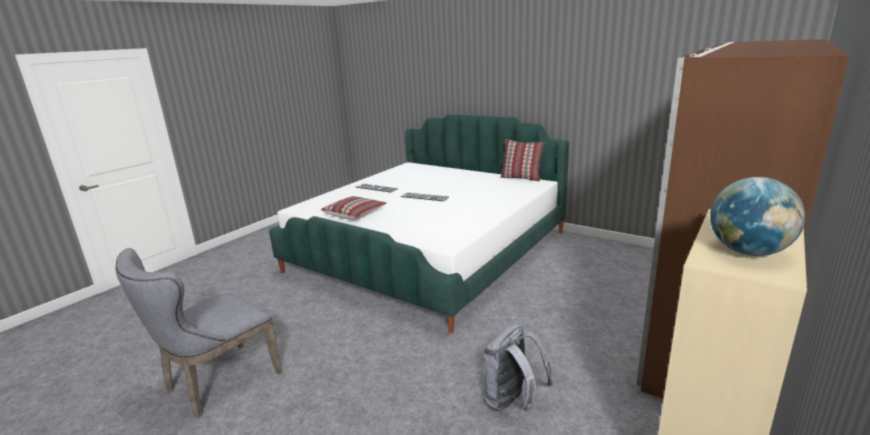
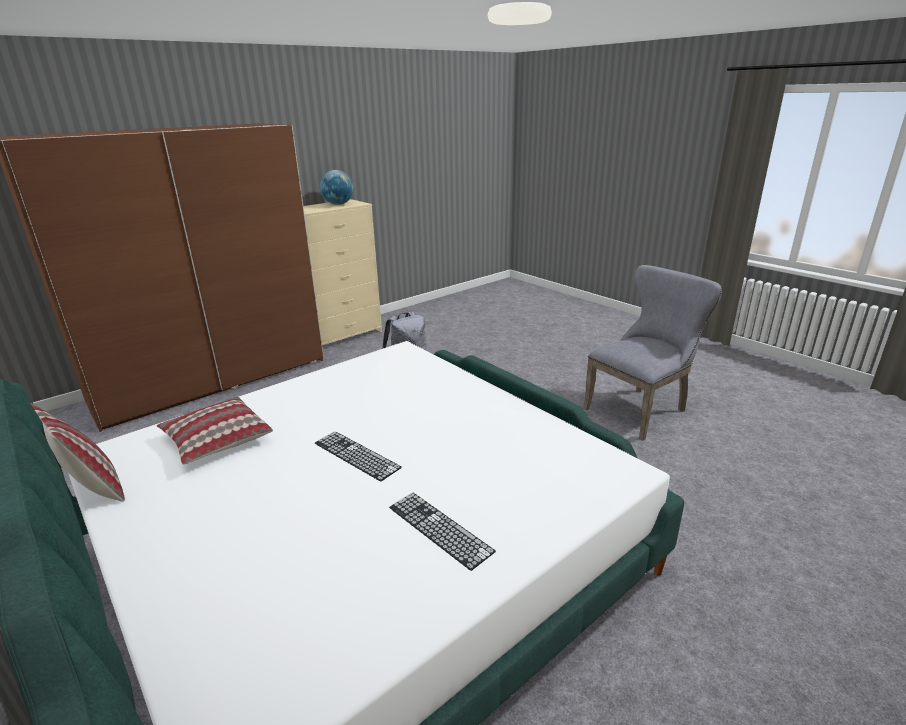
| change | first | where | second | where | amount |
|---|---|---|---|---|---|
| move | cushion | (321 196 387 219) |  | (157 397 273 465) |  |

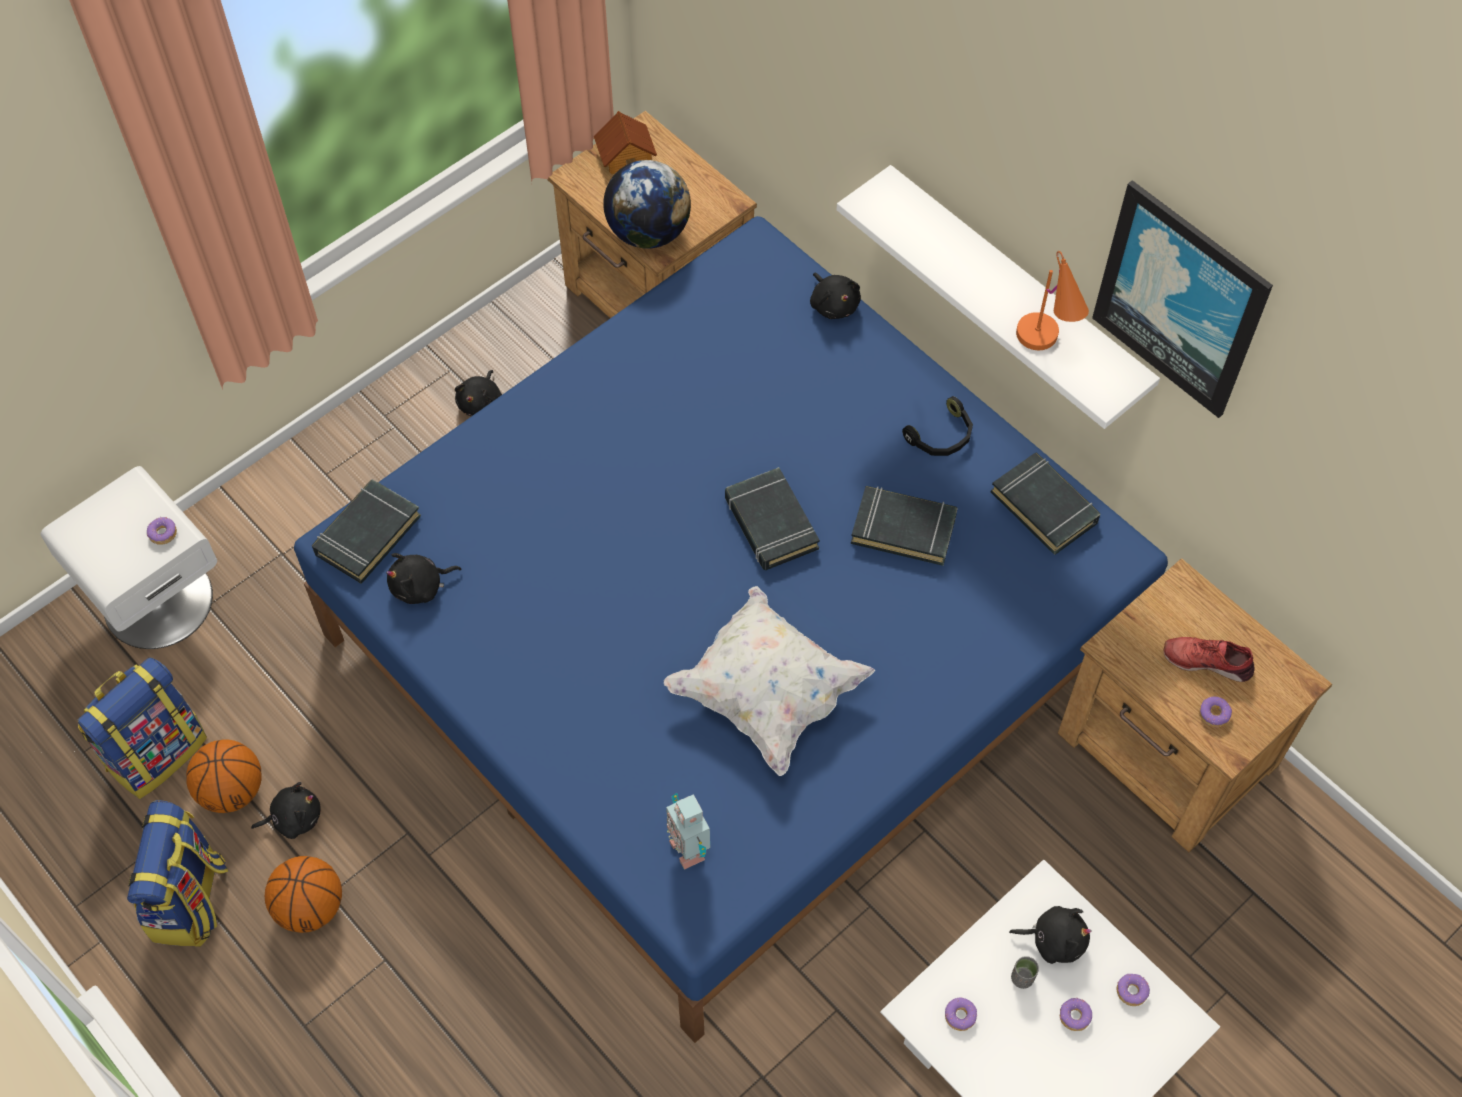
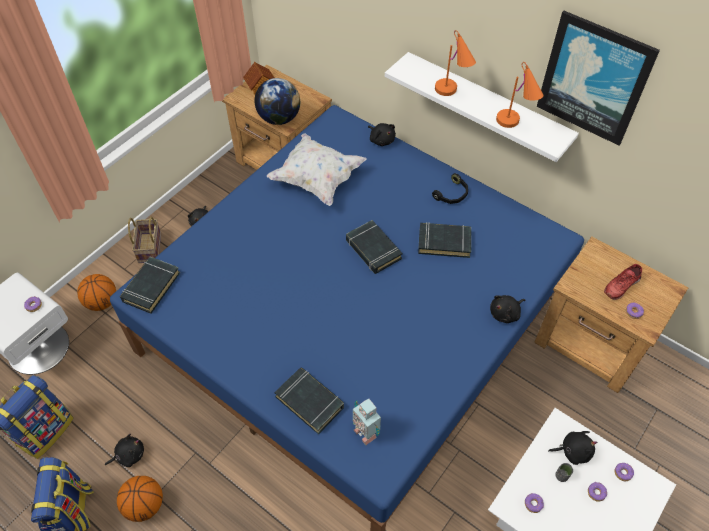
| change | first | where | second | where | amount |
|---|---|---|---|---|---|
| insert |  |  | basket | (128 217 161 263) |  |
| insert |  |  | orangey table lamp | (435 30 476 96) |  |
| move | ball for basketball | (186 739 262 813) |  | (77 274 116 311) |  |
| move | black soft toy | (386 553 461 604) |  | (490 295 526 323) |  |
| move | white cushion | (664 586 875 776) |  | (267 133 367 206) |  |
| move | black volume | (991 453 1101 555) |  | (274 368 344 434) |  |
| rotate | reddish shoe | (1163 637 1255 682) |  | (604 264 642 300) | 45 degrees counterclockwise |

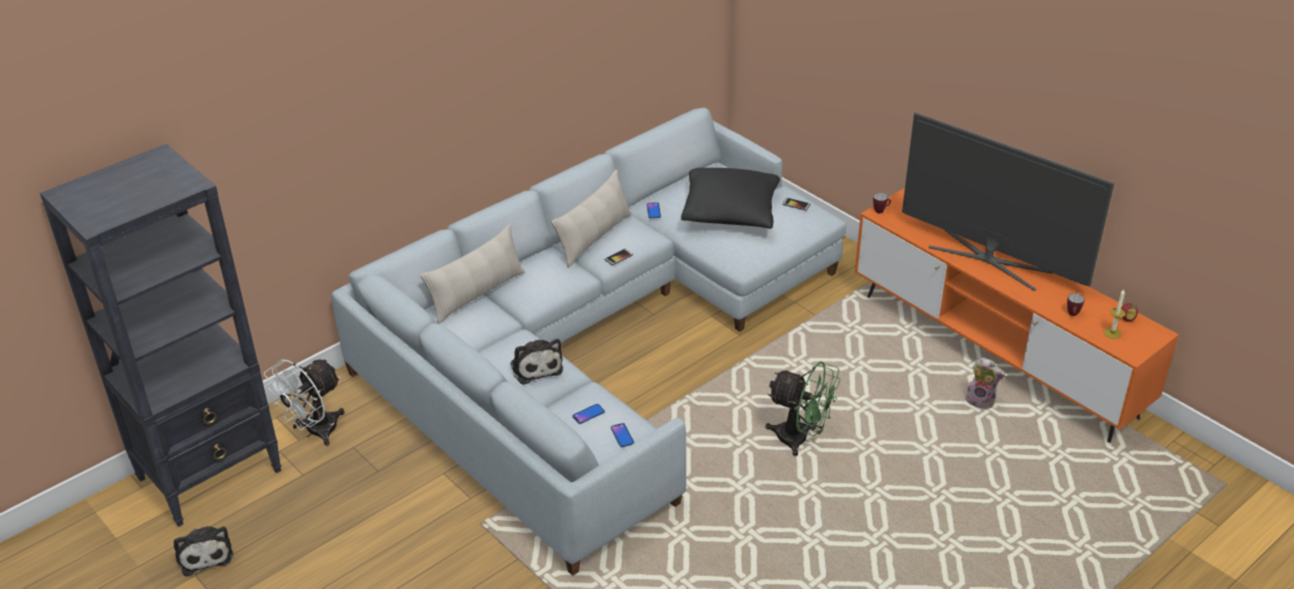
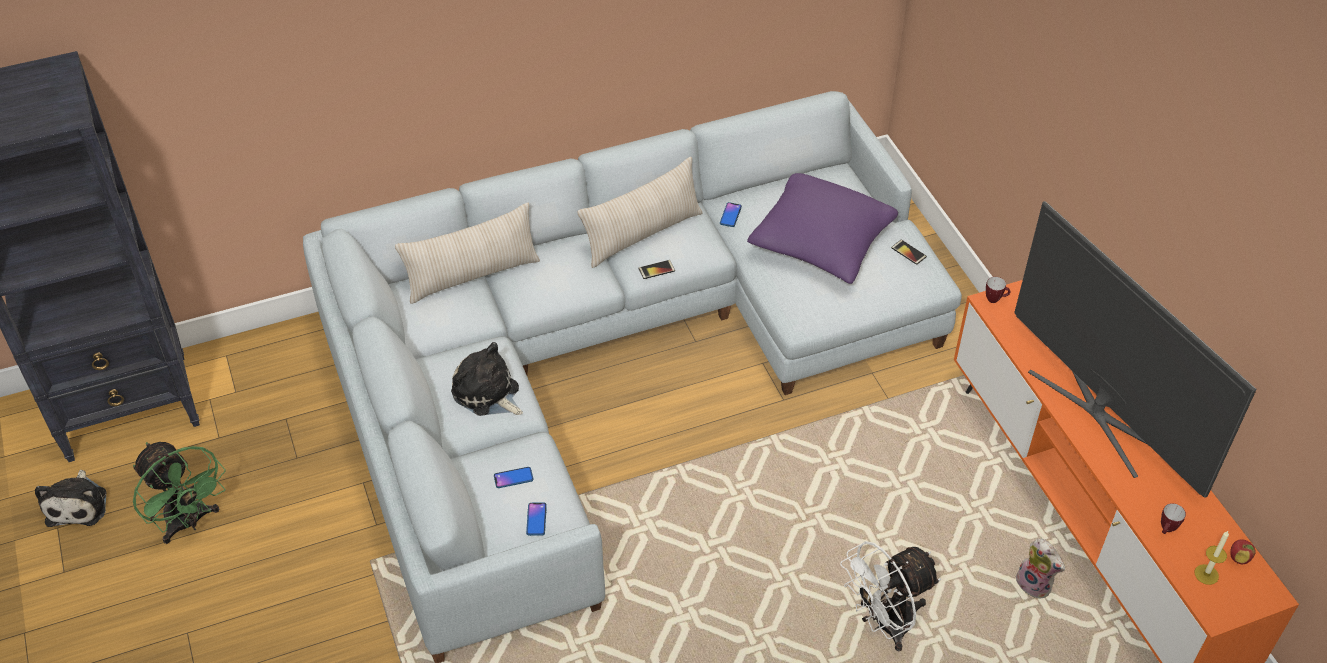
| change | first | where | second | where | amount |
|---|---|---|---|---|---|
| move | white fan | (264 359 345 446) |  | (840 541 941 652) |  |
| move | greenish fan | (765 361 841 456) |  | (133 442 226 544) |  |
| recolor | black cushion | (681 168 780 229) | purple-coloured cushion | (747 173 898 284) |  |
| rotate | soft toy | (510 339 563 385) |  | (451 342 523 416) | 135 degrees clockwise |

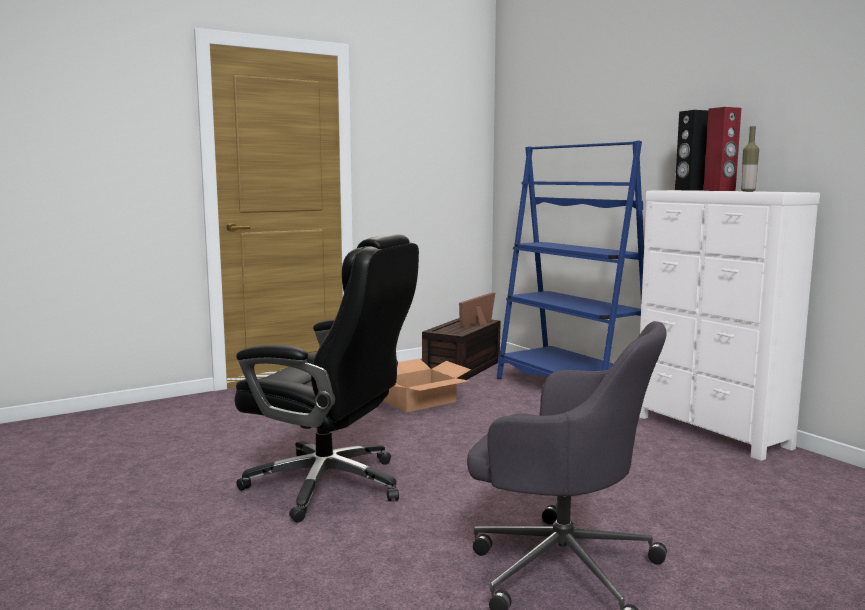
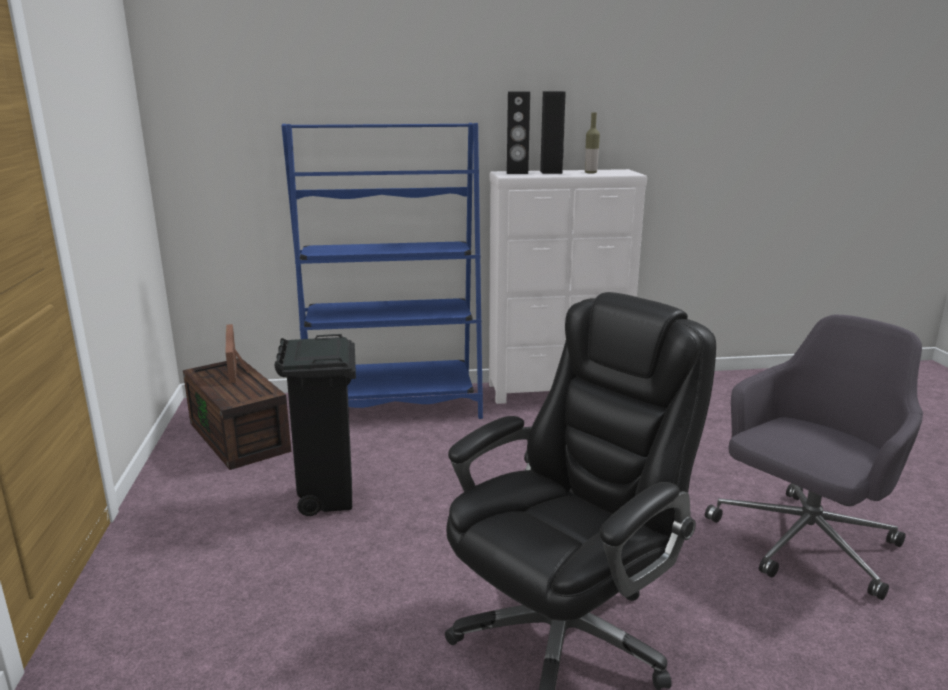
| change | first | where | second | where | amount |
|---|---|---|---|---|---|
| replace | packing box | (383 358 471 412) | black rubbish bin | (274 334 356 516) |  |
| recolor | reddish audio speaker | (703 107 741 191) | black audio speaker | (540 91 566 174) |  |

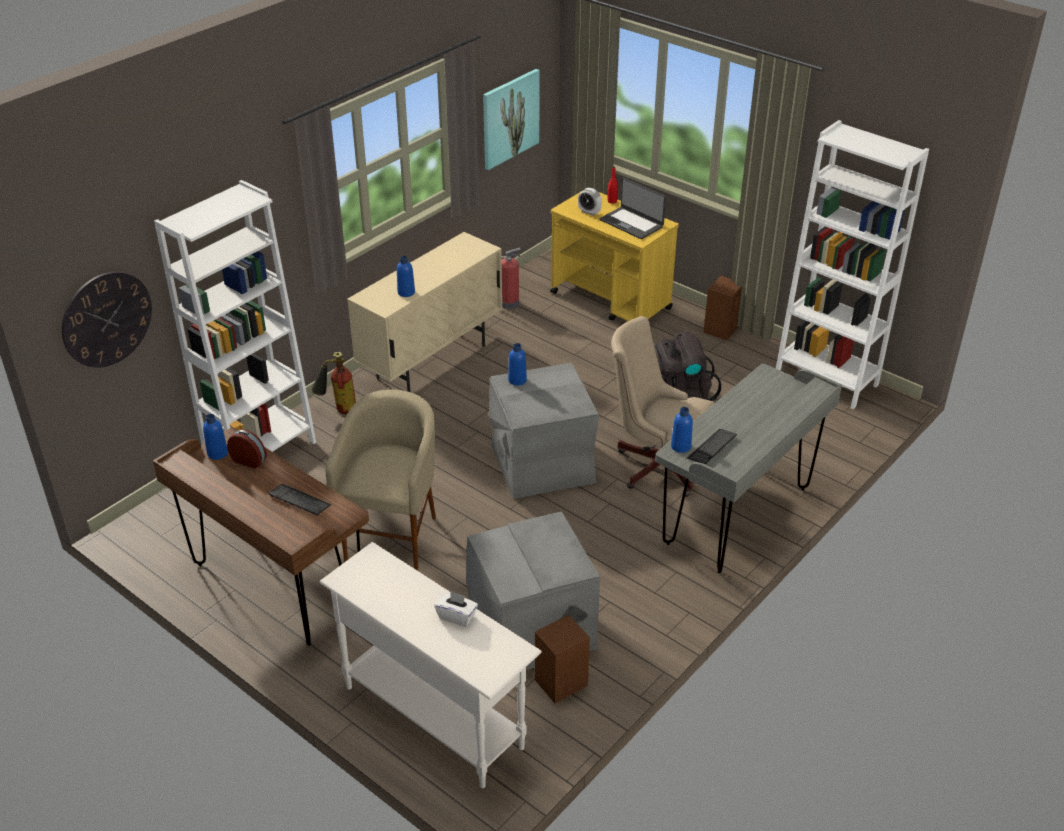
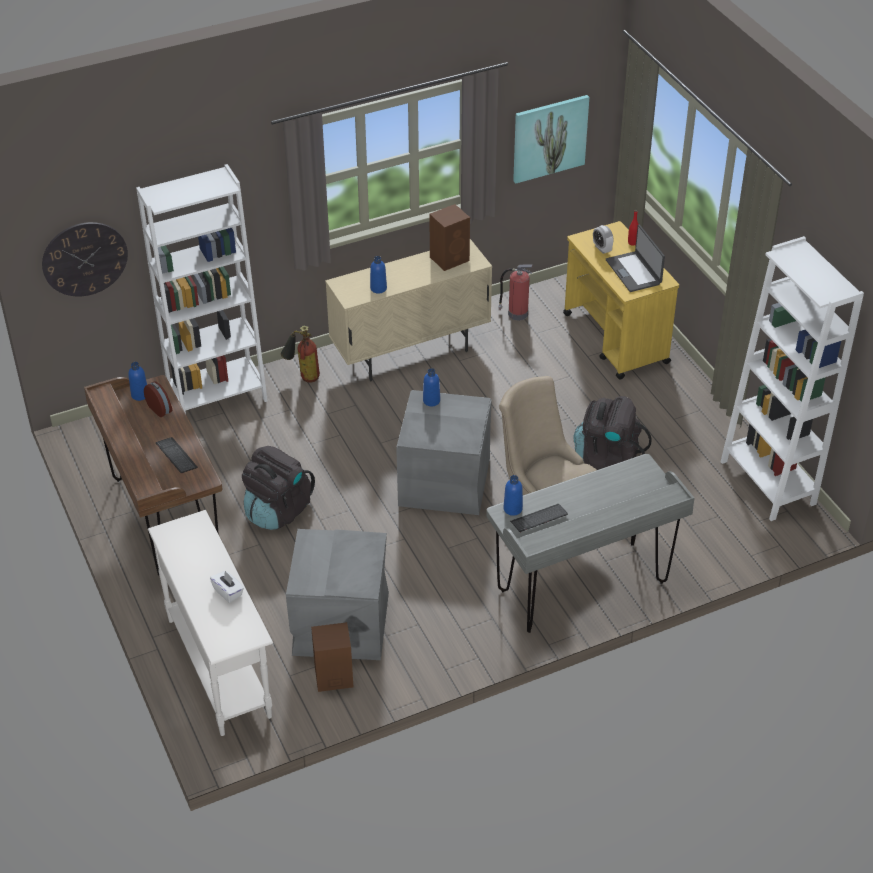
| change | first | where | second | where | amount |
|---|---|---|---|---|---|
| move | brownish audio speaker | (703 276 742 340) |  | (429 204 470 271) |  |
| replace | beige-coloured sitting stool | (326 389 436 571) | black backpack | (242 446 315 530) |  |

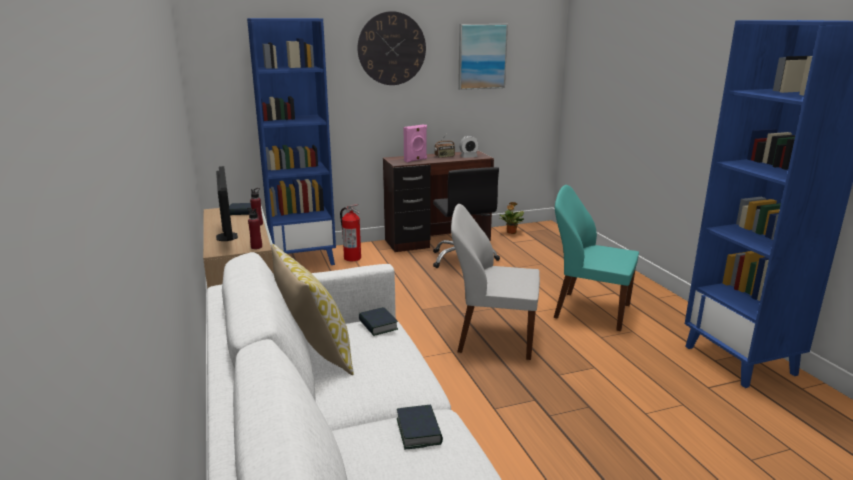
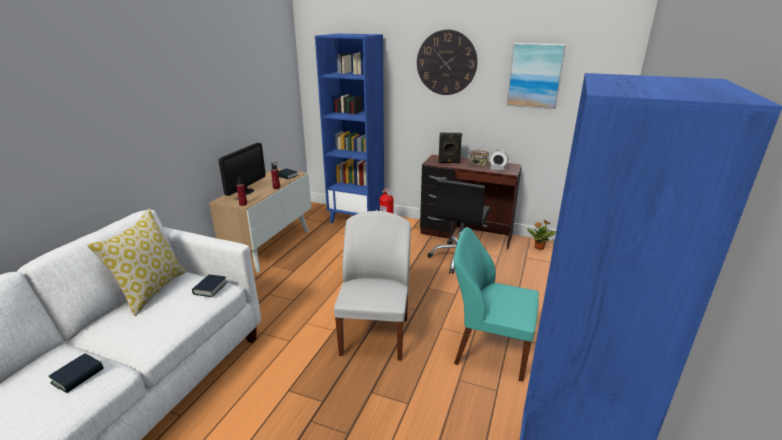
| change | first | where | second | where | amount |
|---|---|---|---|---|---|
| recolor | pink-coloured audio speaker | (404 125 427 162) | black audio speaker | (438 133 462 163) |  |
| rotate | white chair | (451 204 540 360) |  | (334 211 411 361) | 45 degrees clockwise |
| rotate | turquoise-coloured chair | (554 185 639 331) |  | (454 227 539 382) | 45 degrees counterclockwise |

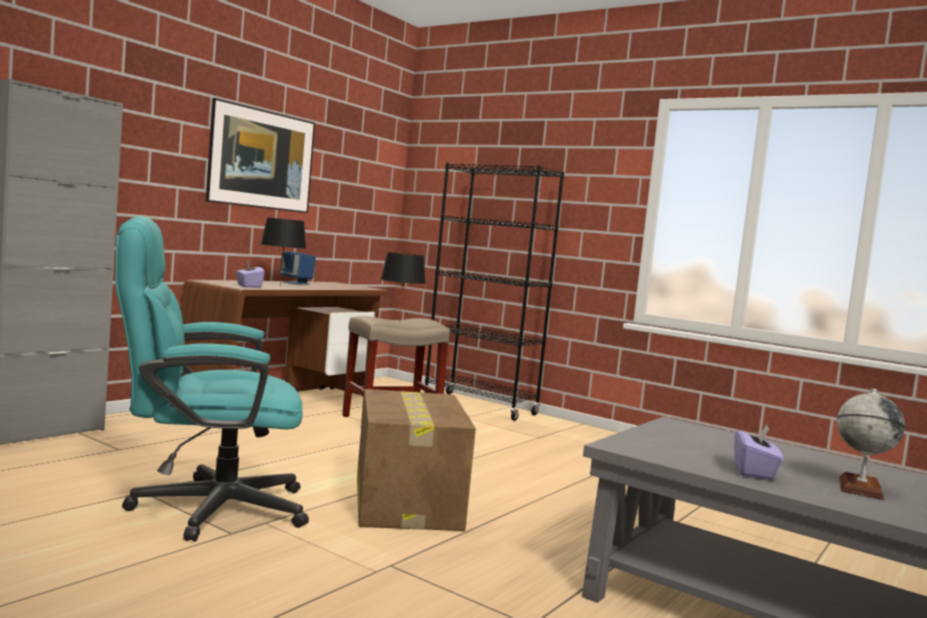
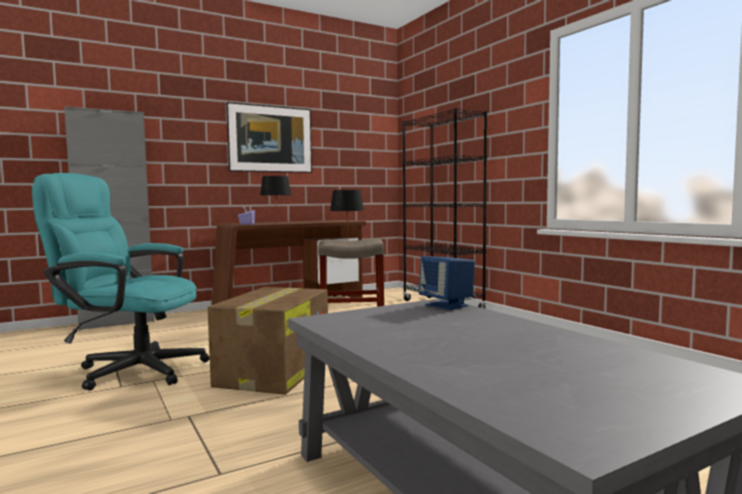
| change | first | where | second | where | amount |
|---|---|---|---|---|---|
| delete | purple-coloured tissue holder | (734 424 783 480) |  |  |  |
| delete | world globe | (837 389 905 500) |  |  |  |
| move | blue-coloured audio speaker | (279 251 316 285) |  | (419 256 475 310) |  |

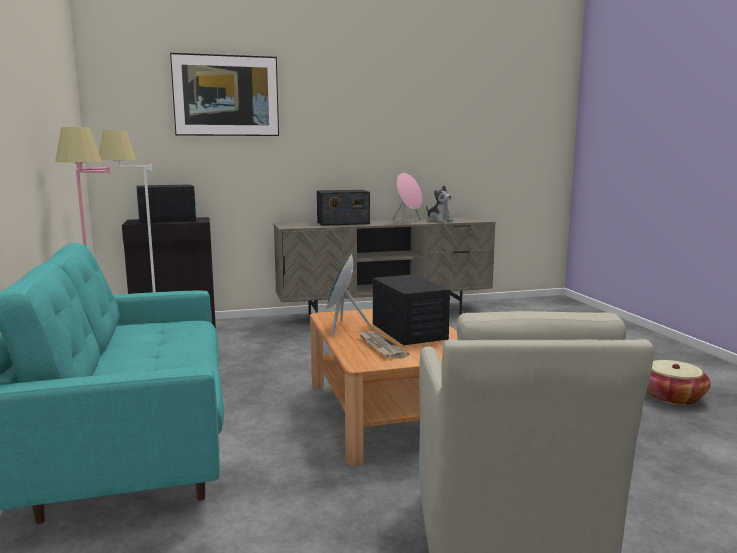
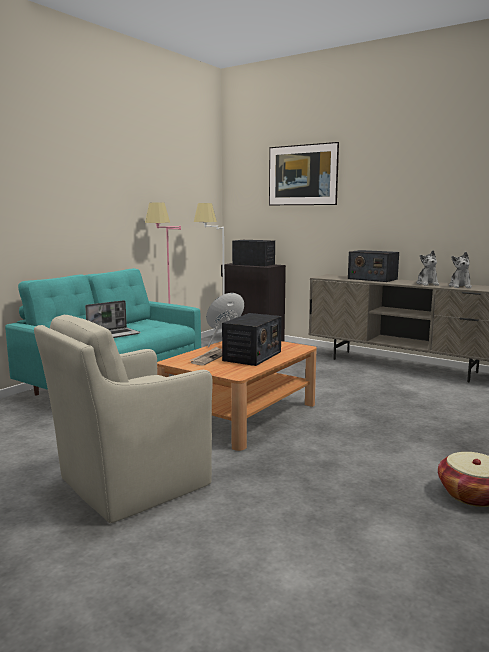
| change | first | where | second | where | amount |
|---|---|---|---|---|---|
| insert |  |  | notebook computer | (85 300 141 338) |  |
| replace | pink-coloured audio speaker | (392 173 422 224) | soft toy | (416 250 439 285) |  |

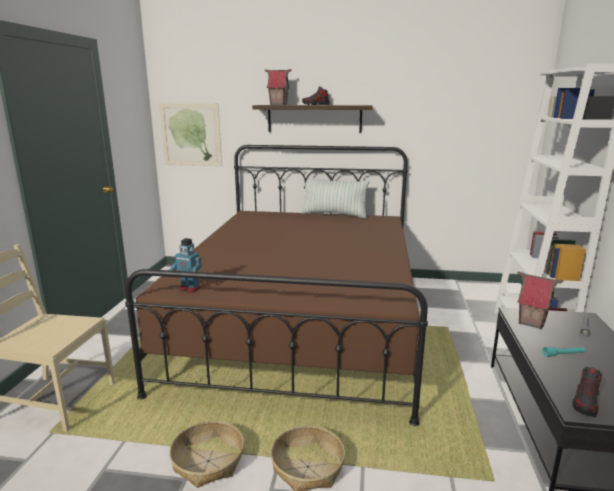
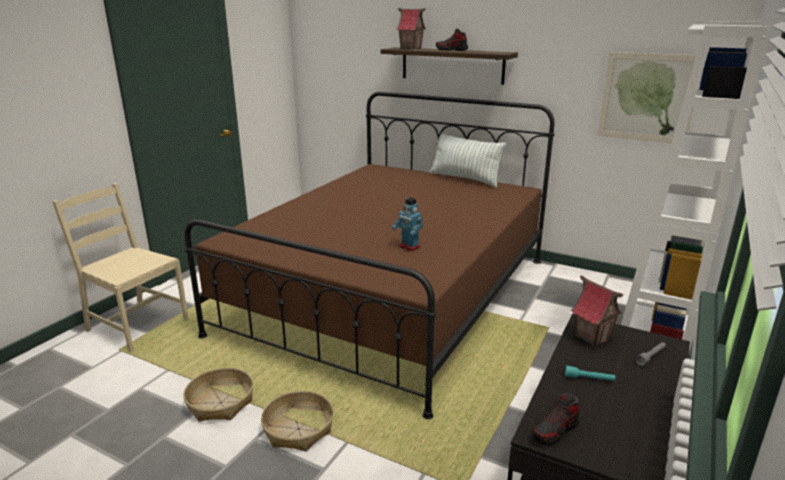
| change | first | where | second | where | amount |
|---|---|---|---|---|---|
| move | wall art | (159 103 222 166) |  | (598 52 696 143) |  |
| move | model robot | (170 238 202 292) |  | (392 197 423 251) |  |

